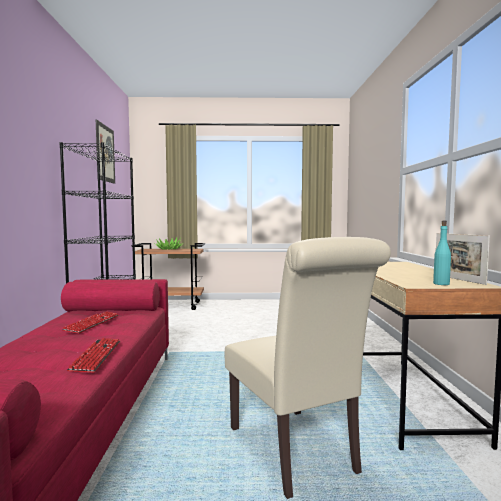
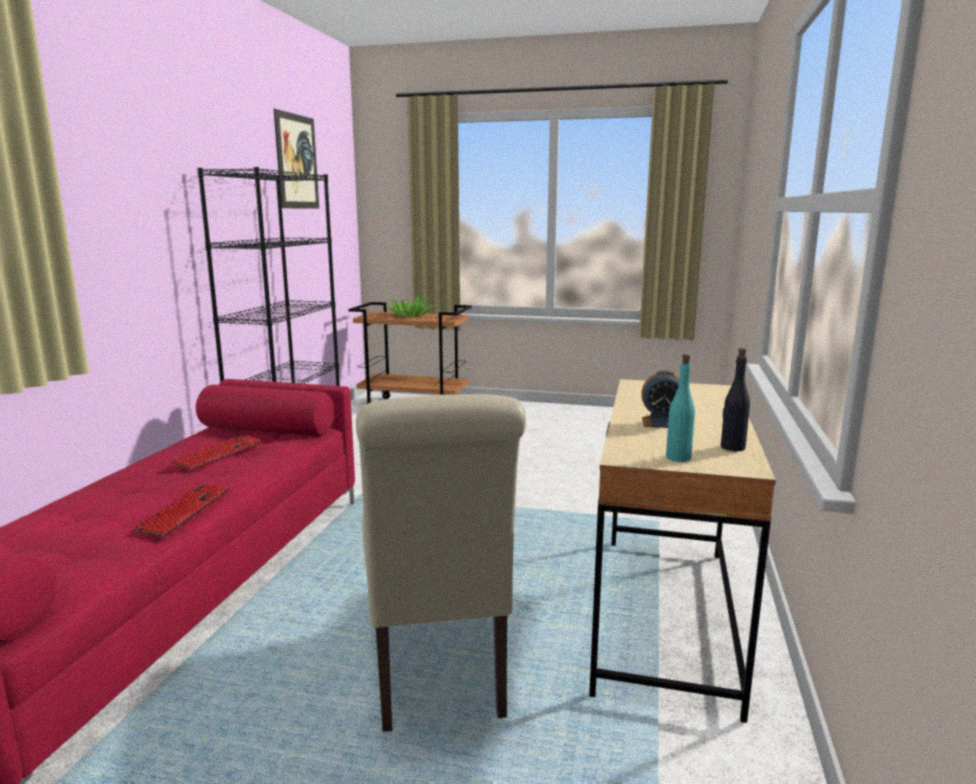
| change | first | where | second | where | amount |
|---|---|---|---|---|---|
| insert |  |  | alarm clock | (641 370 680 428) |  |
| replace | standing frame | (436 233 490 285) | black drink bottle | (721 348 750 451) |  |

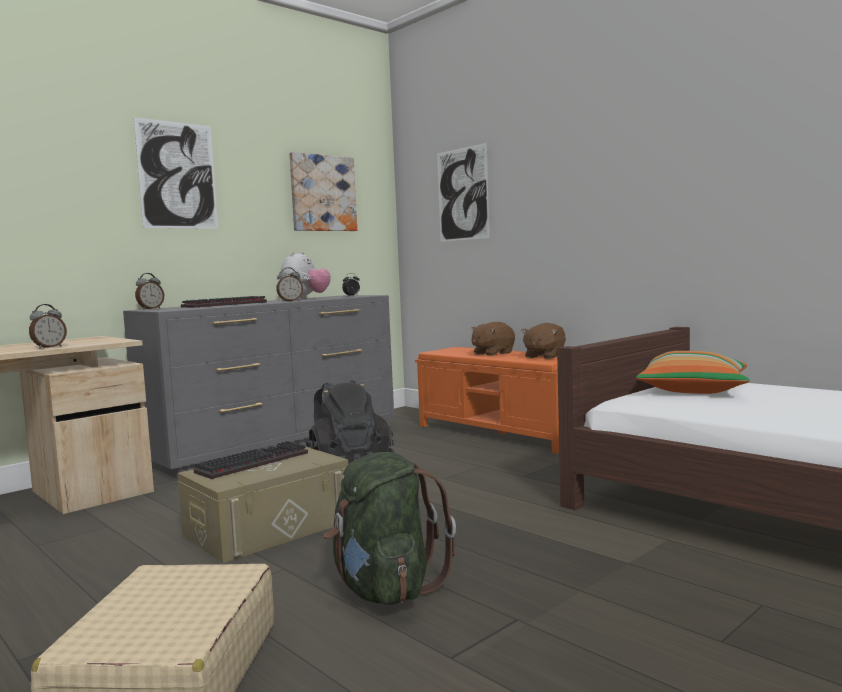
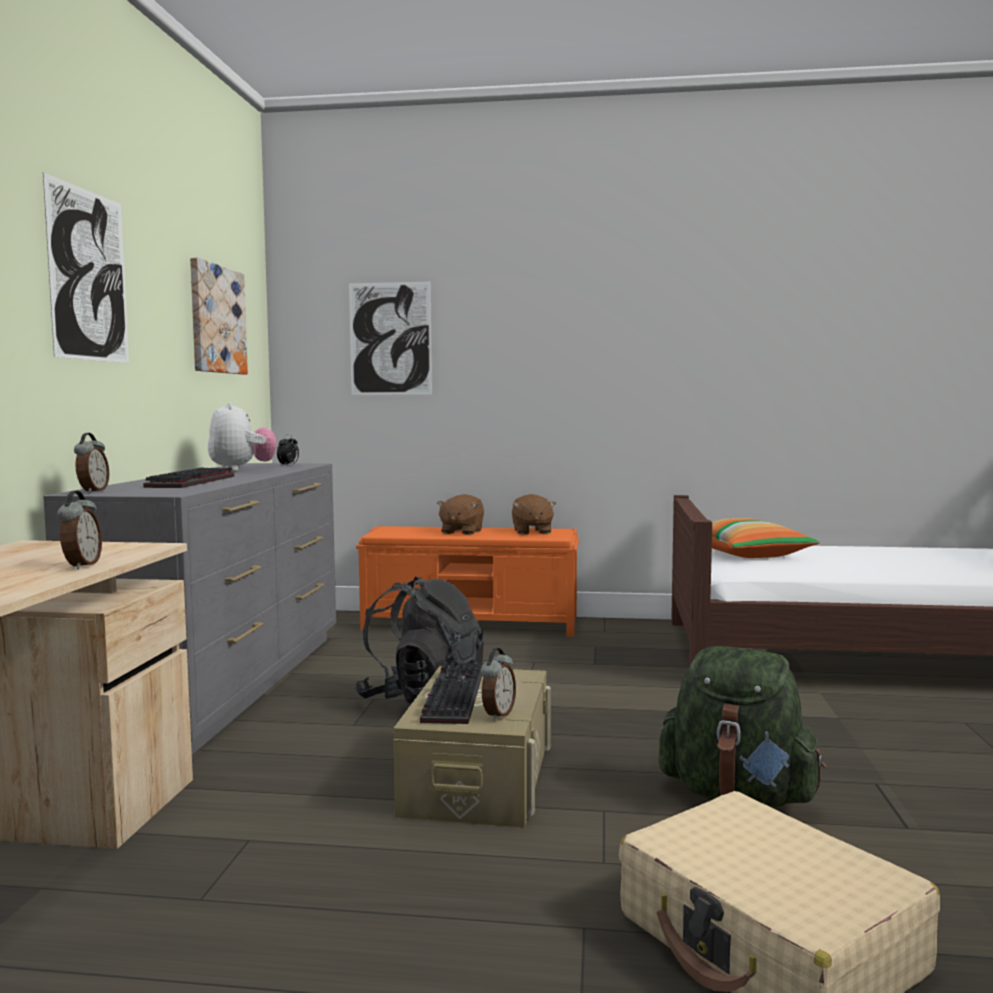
| change | first | where | second | where | amount |
|---|---|---|---|---|---|
| move | alarm clock | (276 267 303 302) |  | (481 648 516 721) |  |

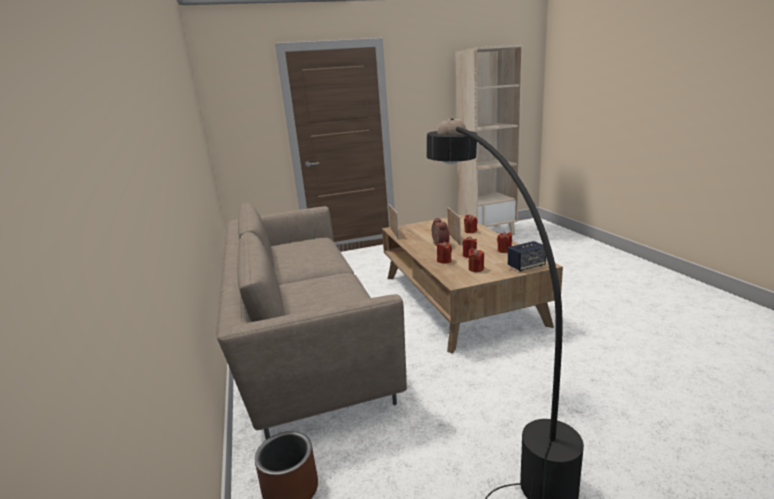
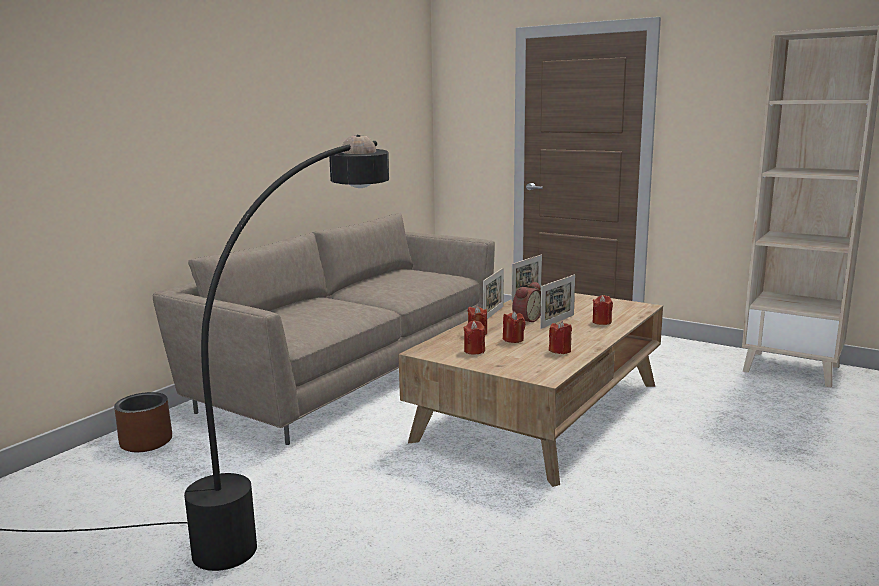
| change | first | where | second | where | amount |
|---|---|---|---|---|---|
| delete | audio speaker | (508 241 546 271) |  |  |  |
| insert |  |  | standing frame | (483 268 504 319) |  |

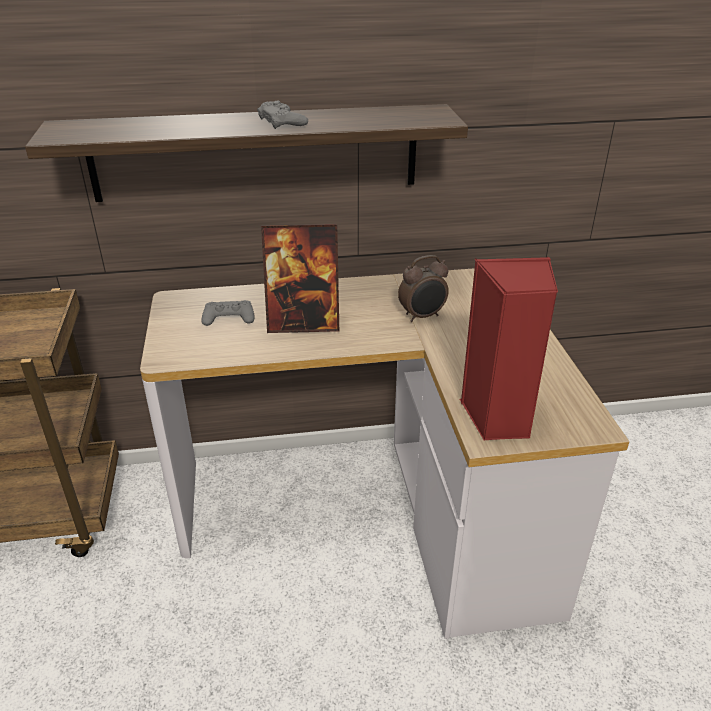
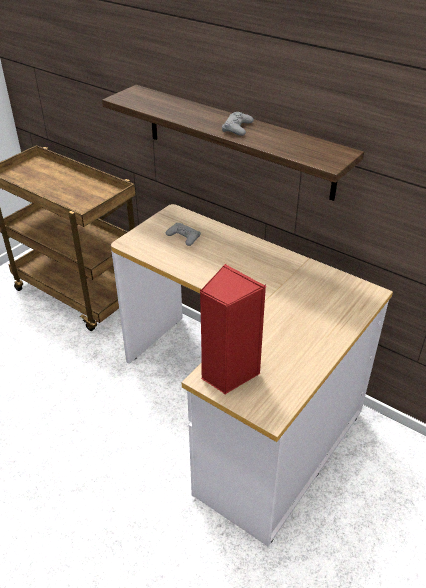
| change | first | where | second | where | amount |
|---|---|---|---|---|---|
| delete | standing frame | (261 224 339 333) |  |  |  |
| delete | alarm clock | (398 255 449 322) |  |  |  |

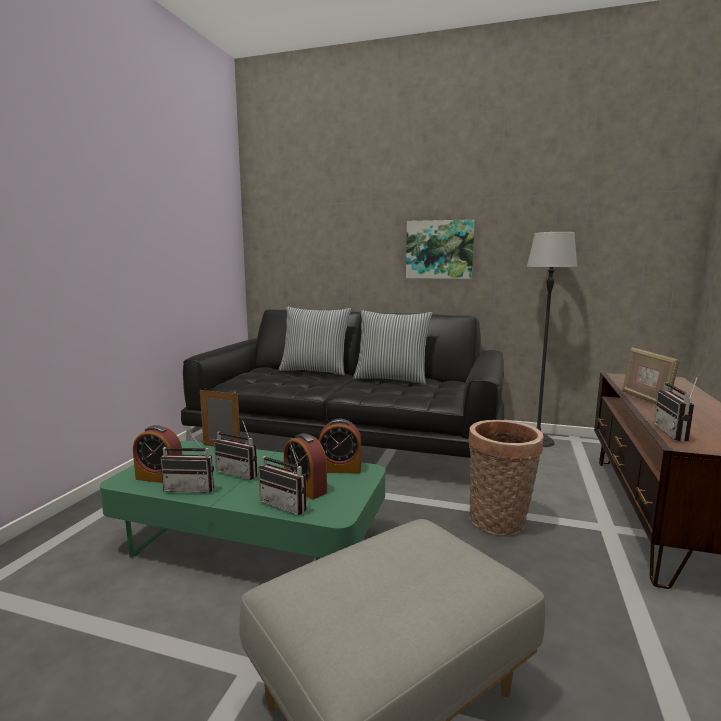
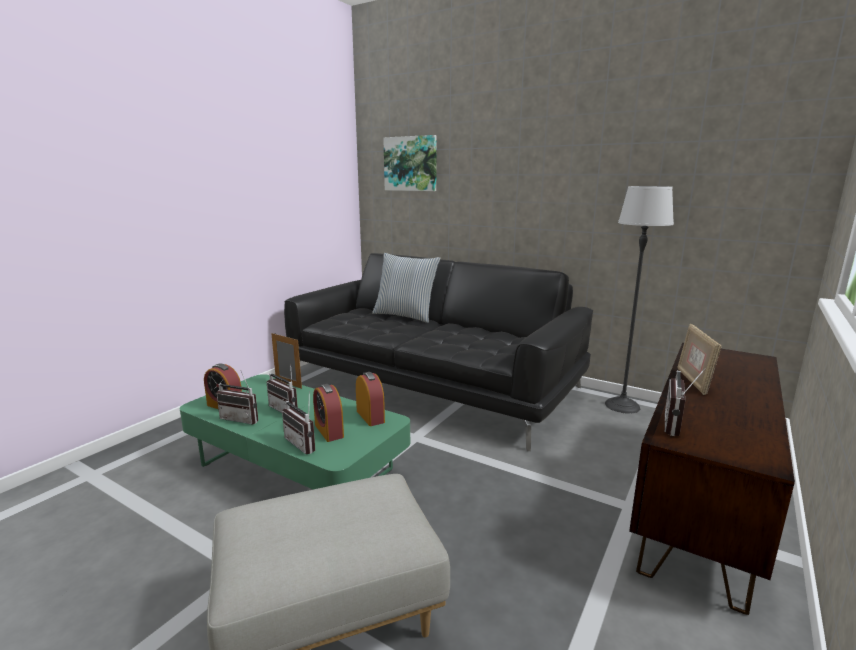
| change | first | where | second | where | amount |
|---|---|---|---|---|---|
| delete | cushion | (353 310 432 385) |  |  |  |
| delete | basket | (468 420 544 535) |  |  |  |
| move | wall art | (406 219 475 279) |  | (383 135 437 191) |  |
| rotate | alarm clock | (318 419 361 473) |  | (356 372 385 426) | 135 degrees counterclockwise |

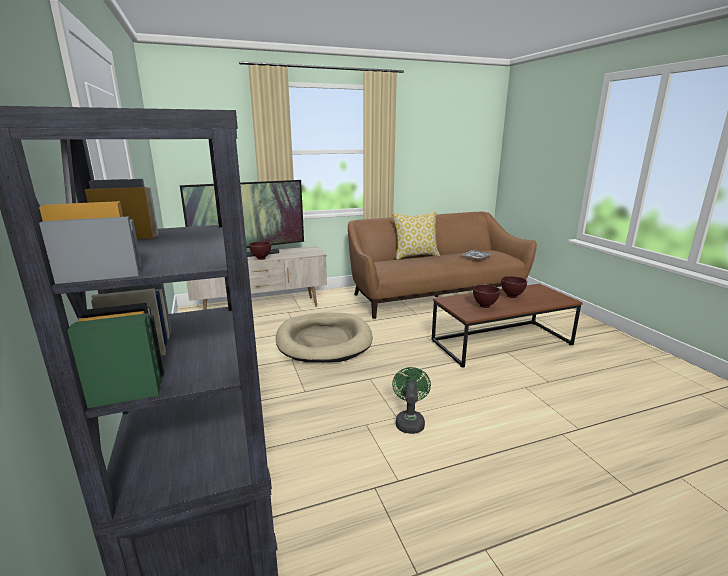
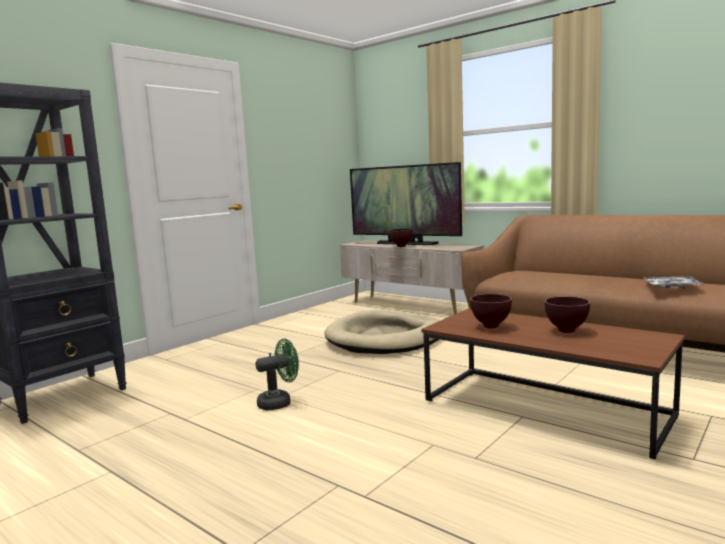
| change | first | where | second | where | amount |
|---|---|---|---|---|---|
| delete | cushion | (392 210 440 260) |  |  |  |

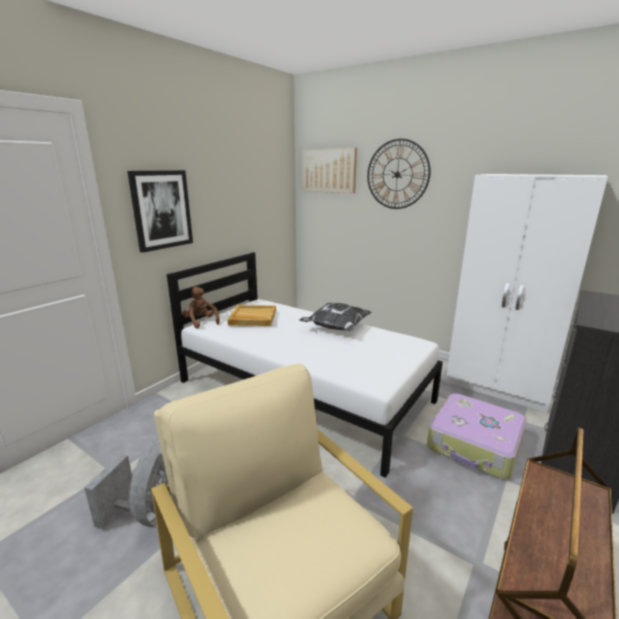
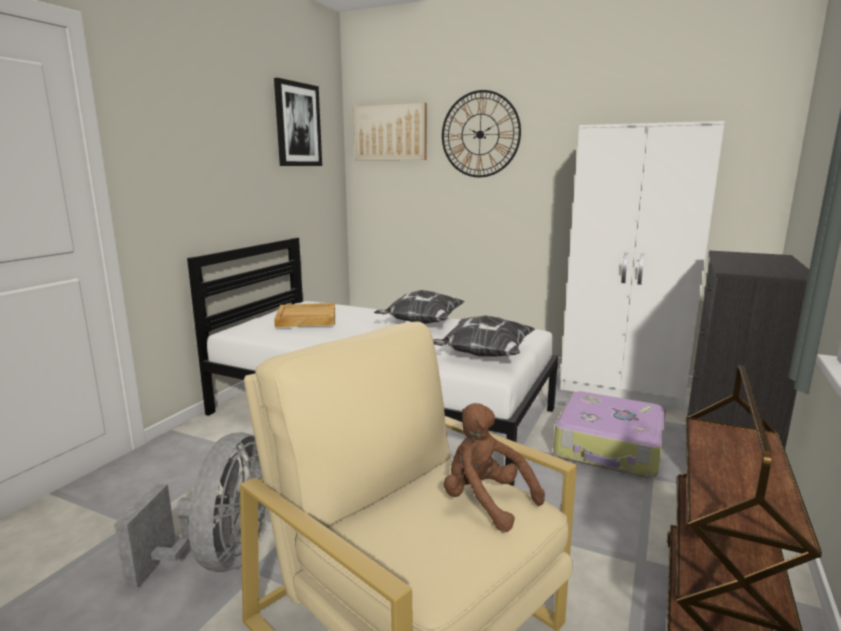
| change | first | where | second | where | amount |
|---|---|---|---|---|---|
| insert |  |  | cushion | (433 315 535 357) |  |
| move | wall art | (127 170 193 253) |  | (274 78 322 166) |  |
| move | brownish soft toy | (182 287 220 329) |  | (444 403 545 532) |  |

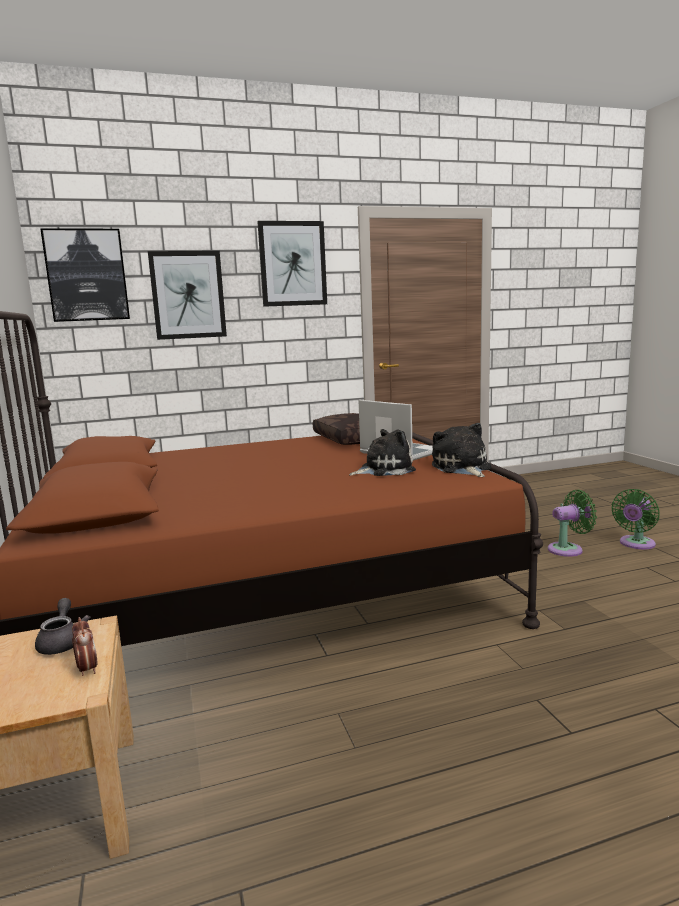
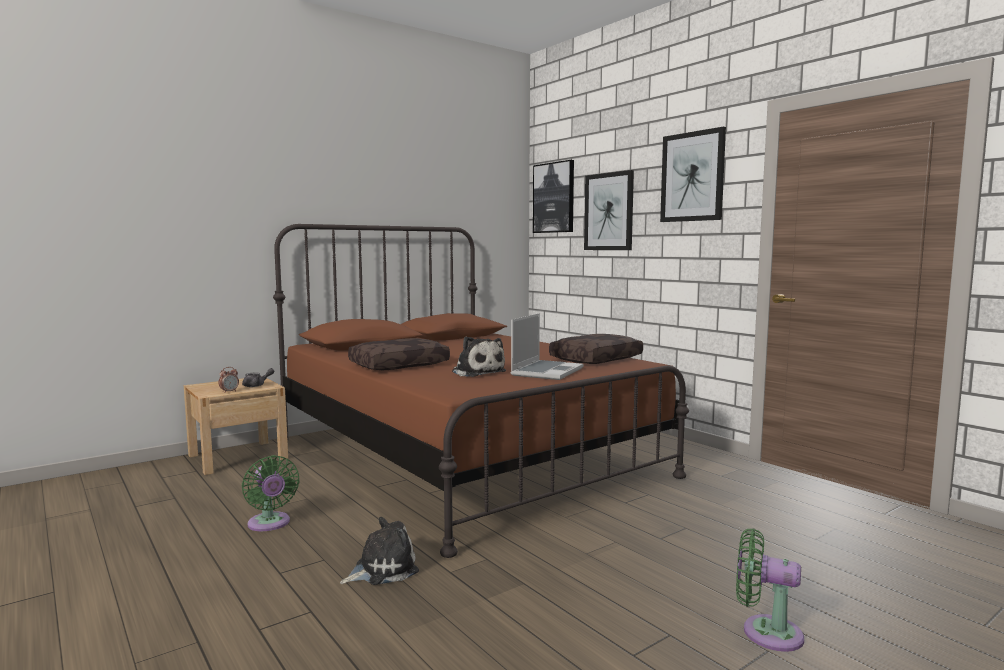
| change | first | where | second | where | amount |
|---|---|---|---|---|---|
| insert |  |  | brownish cushion | (348 338 450 370) |  |
| move | soft toy | (432 423 491 477) |  | (340 517 419 585) |  |
| move | greenish fan | (548 489 597 557) |  | (241 455 300 531) |  |

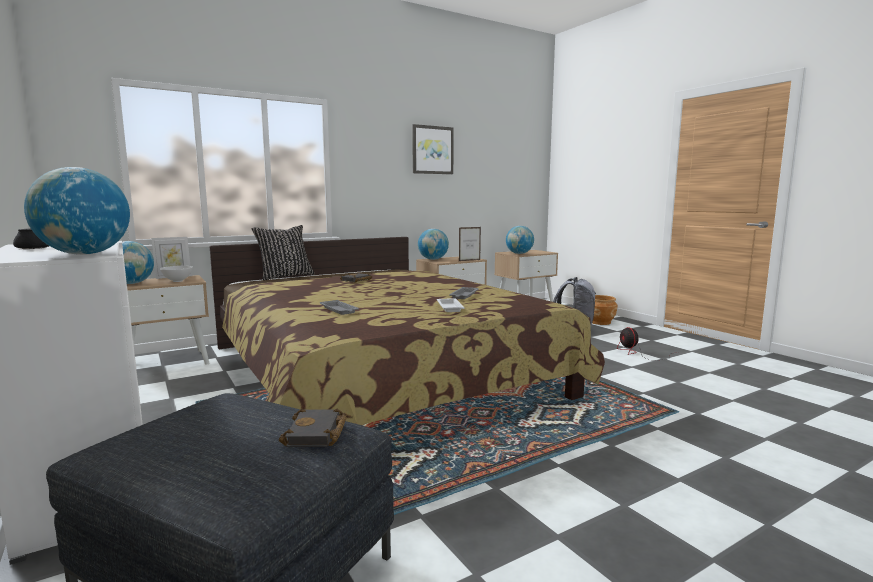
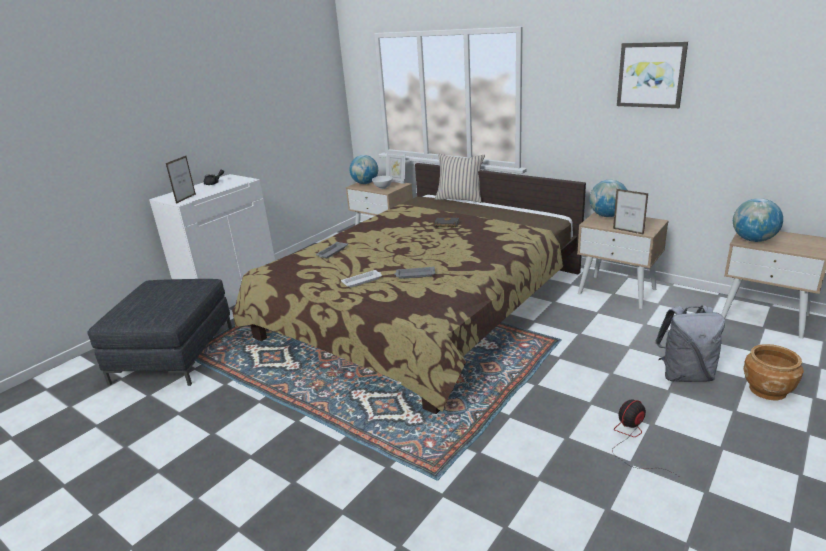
| change | first | where | second | where | amount |
|---|---|---|---|---|---|
| delete | black volume | (279 408 347 447) |  |  |  |
| replace | world globe | (24 167 130 255) | standing frame | (166 156 196 204) |  |
| recolor | black cushion | (251 225 314 280) | beige-coloured cushion | (435 154 485 203) |  |

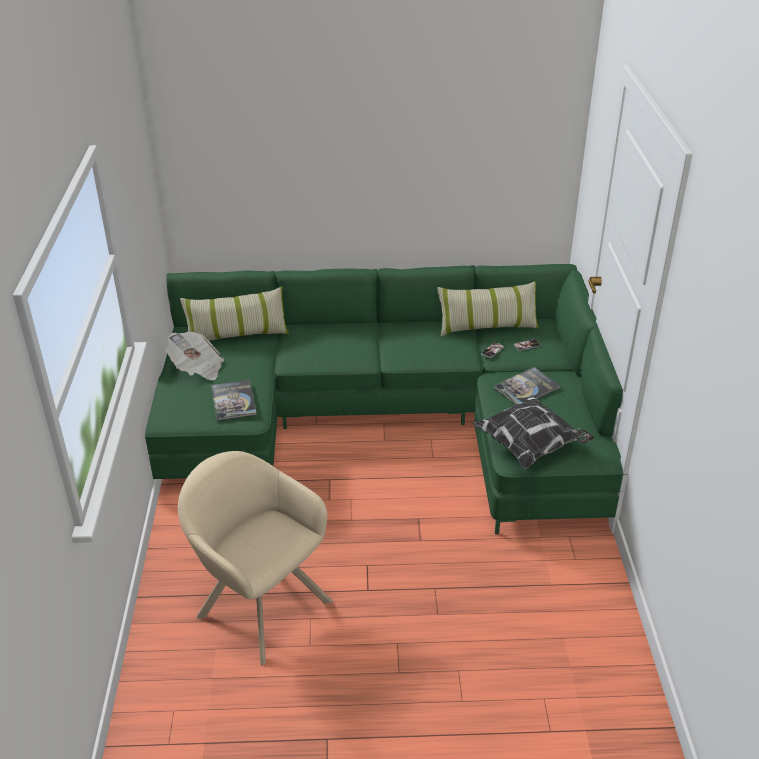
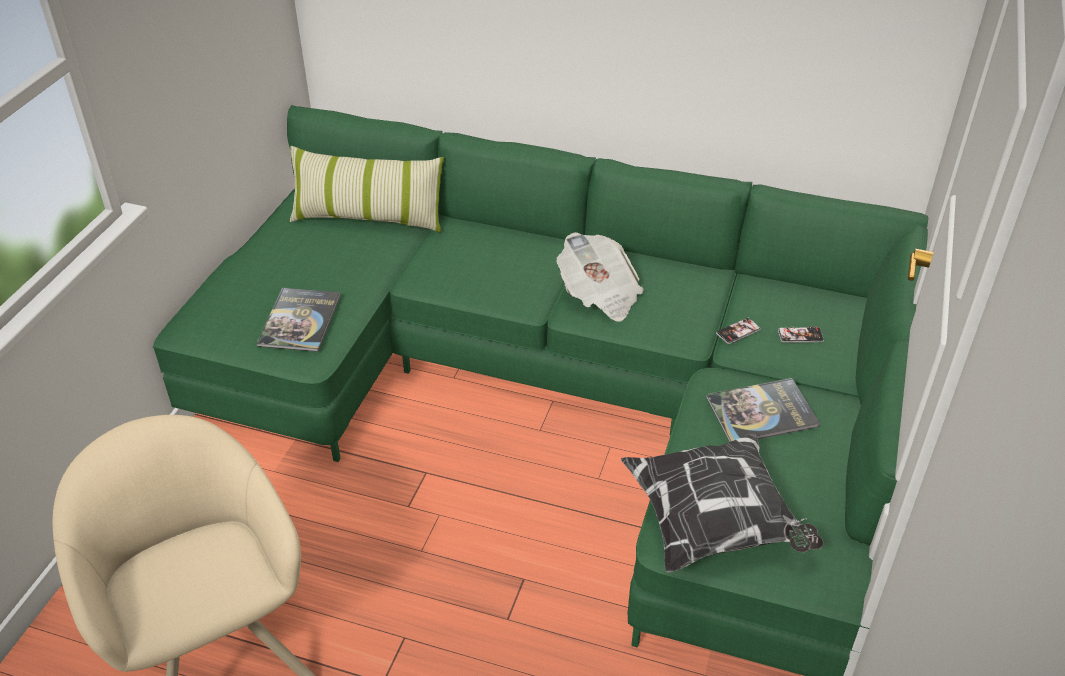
| change | first | where | second | where | amount |
|---|---|---|---|---|---|
| delete | cushion | (437 282 539 336) |  |  |  |
| move | printed paper | (166 332 224 380) |  | (557 232 644 321) |  |

